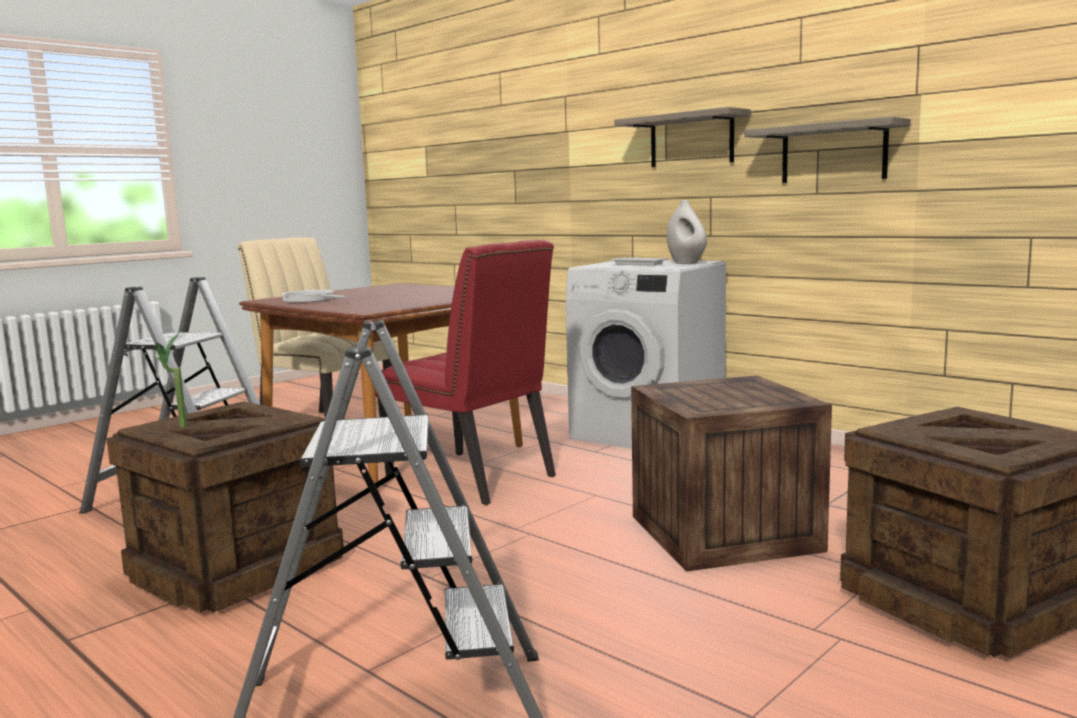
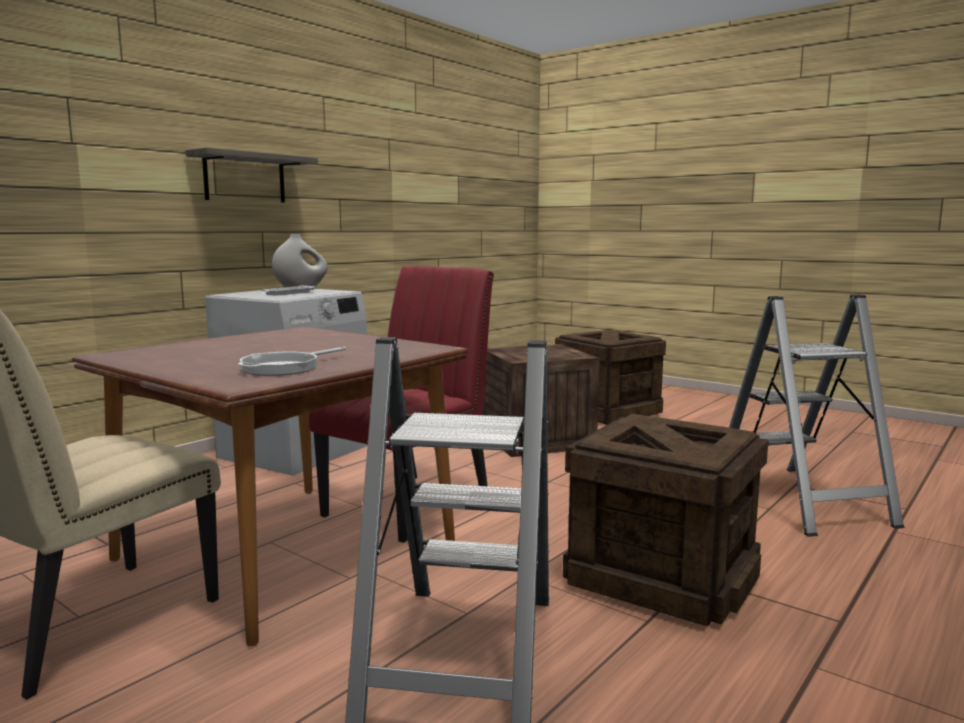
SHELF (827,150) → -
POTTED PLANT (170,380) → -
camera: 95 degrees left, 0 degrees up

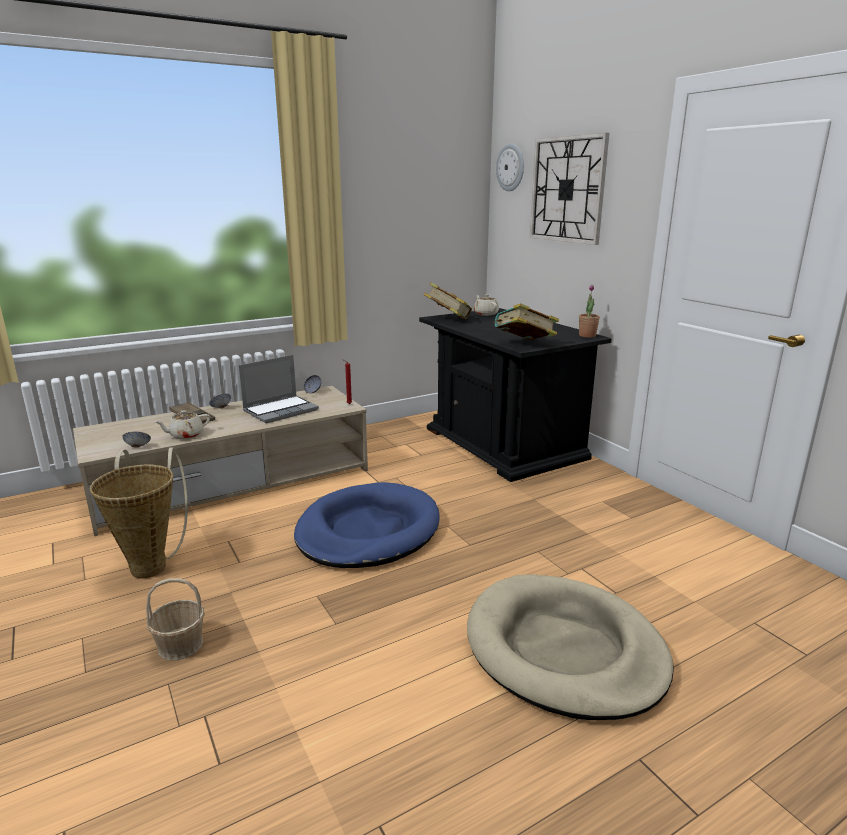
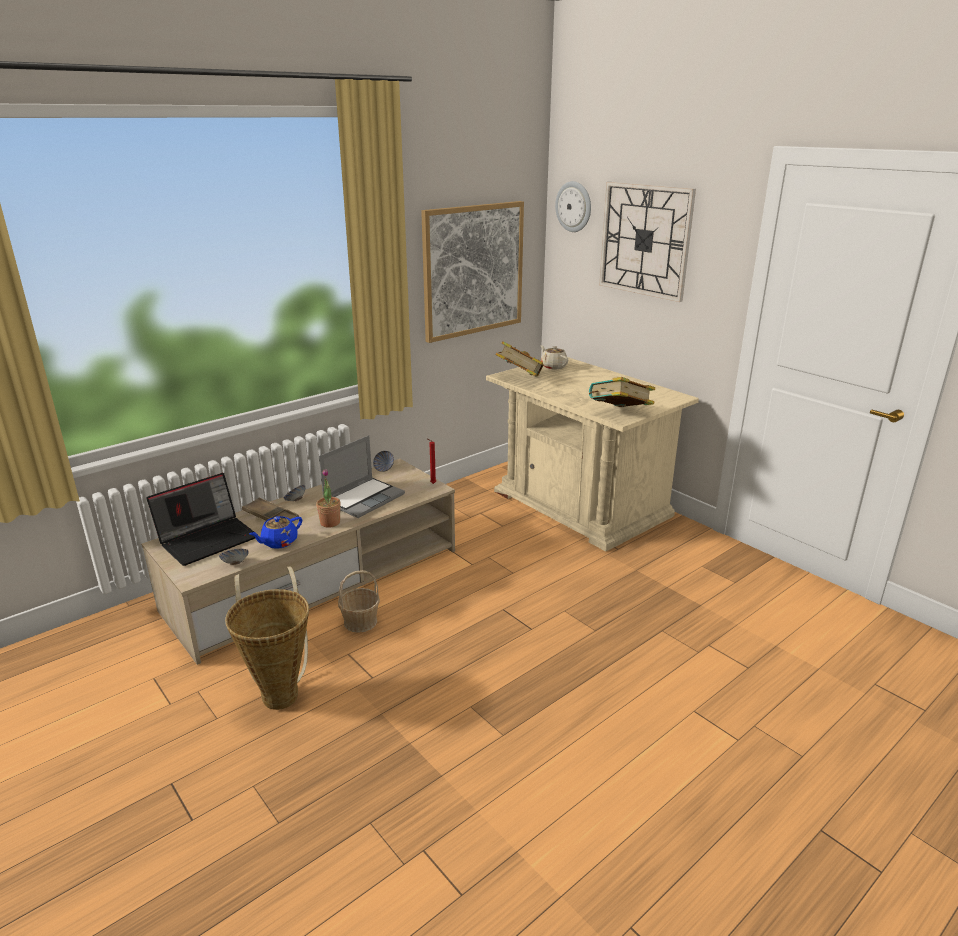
POTTED PLANT (589,311) → POTTED PLANT (328,498), move
BLACK CABINET (515,395) → BEIGE CABINET (592,454)
BEIGE TEAPOT (182,424) → BLUE TEAPOT (275,532)
BLUE DOG BED (366,525) → -
BEIGE DOG BED (570,647) → -
BASKET (175,619) → BASKET (359,601), move
- → PICTURE (472,272)
- → LAPTOP (200,519)
camera: 10 degrees left, 5 degrees up

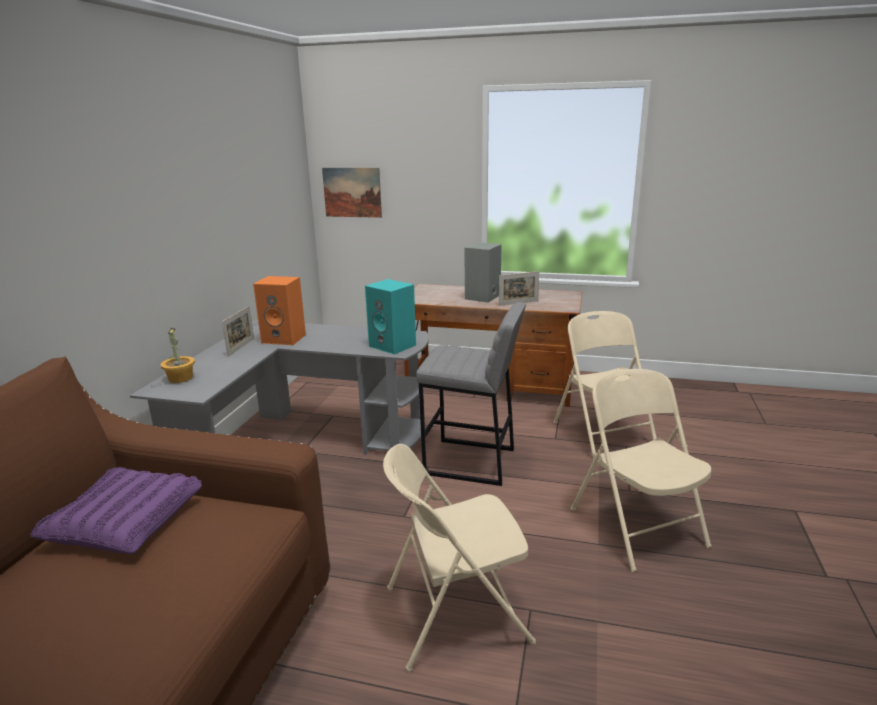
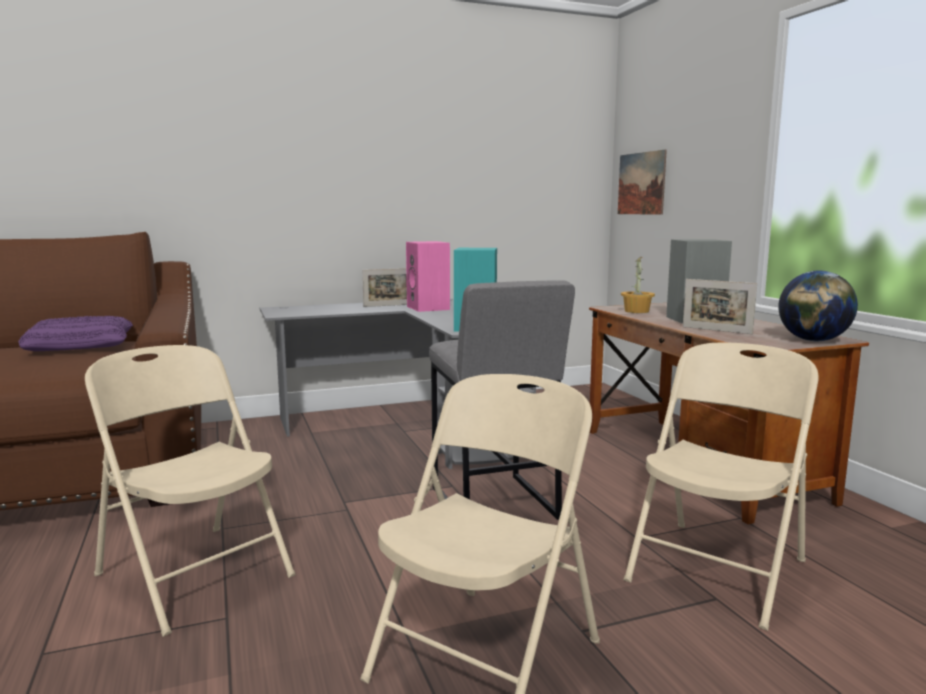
ORANGE SPEAKER (279,310) → PINK SPEAKER (428,276)
POTTED PLANT (178,355) → POTTED PLANT (638,285), move
- → GLOBE (818,306)
camera: 55 degrees right, 10 degrees down

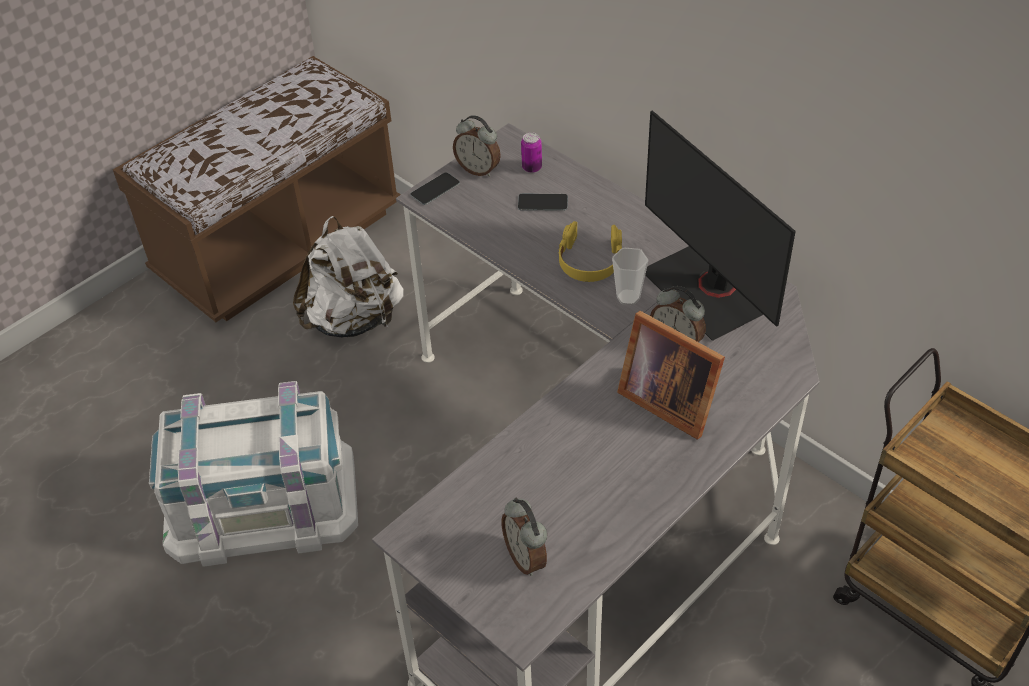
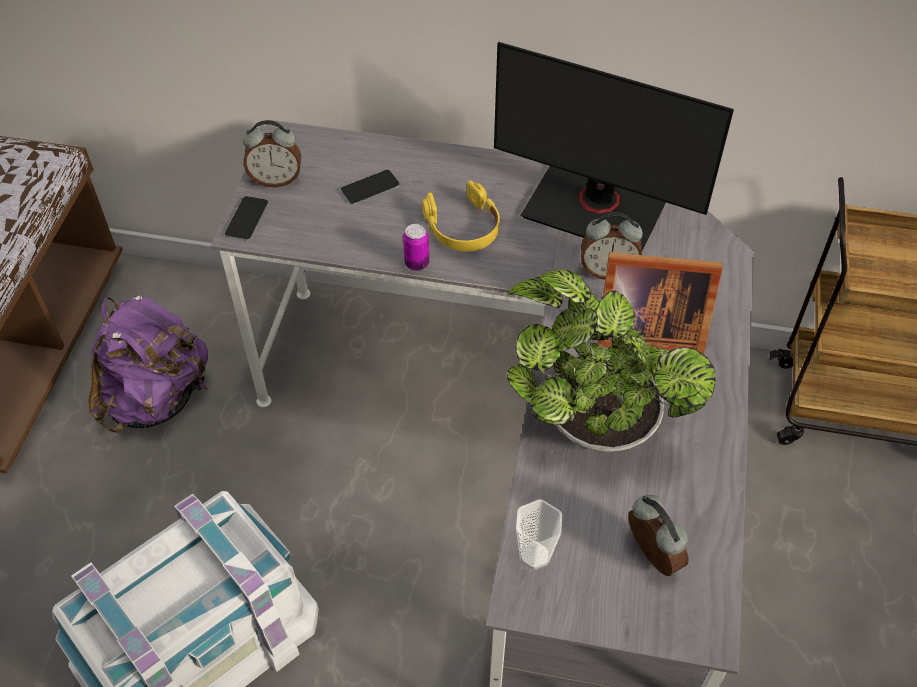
CAN (531,152) → CAN (416,247), move
WHITE BACKPACK (348,277) → PURPLE BACKPACK (148,364)
CUP (630,276) → CUP (539,534), move
ALARM CLOCK (524,537) → ALARM CLOCK (658,535), 150 degrees counterclockwise
- → POTTED PLANT (610,361)
camera: 35 degrees left, 5 degrees up

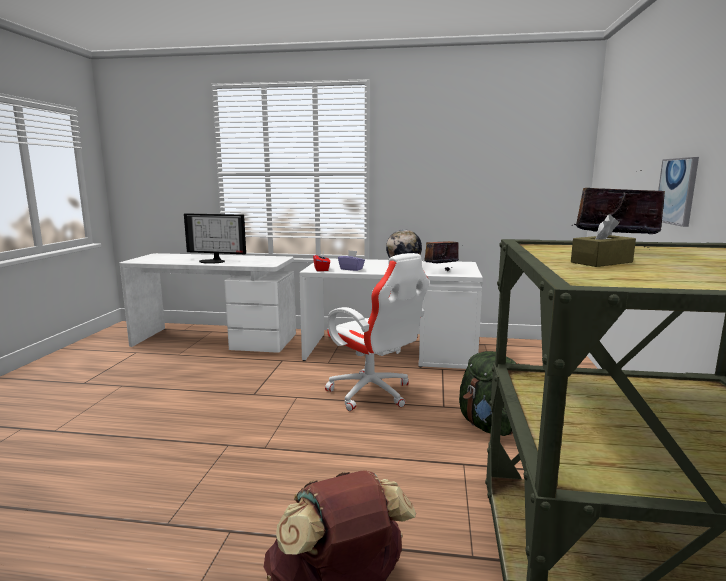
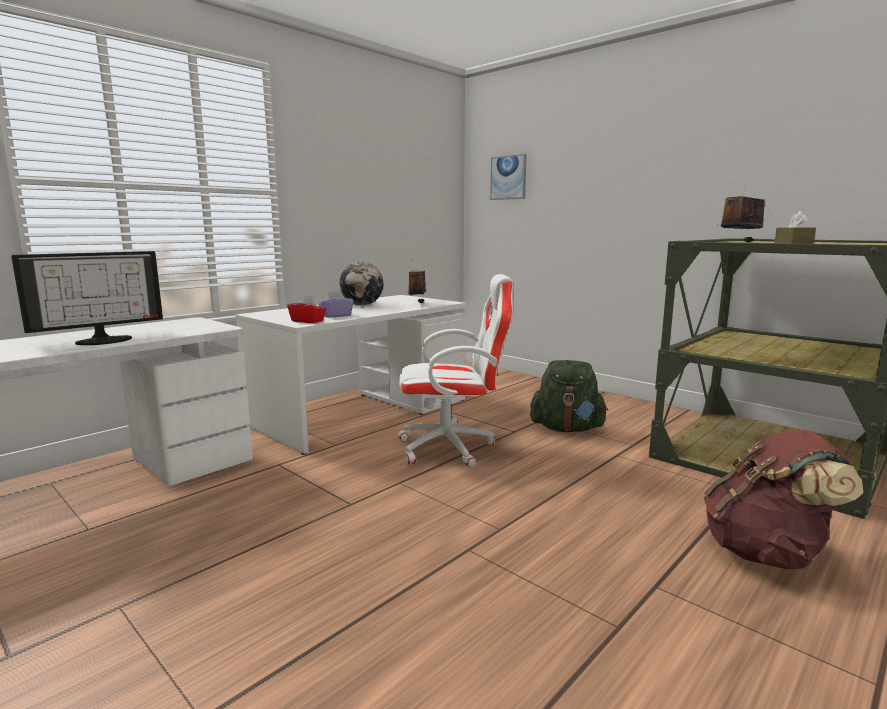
PICTURE (678,192) → PICTURE (508,177), move
camera: 55 degrees left, 0 degrees up

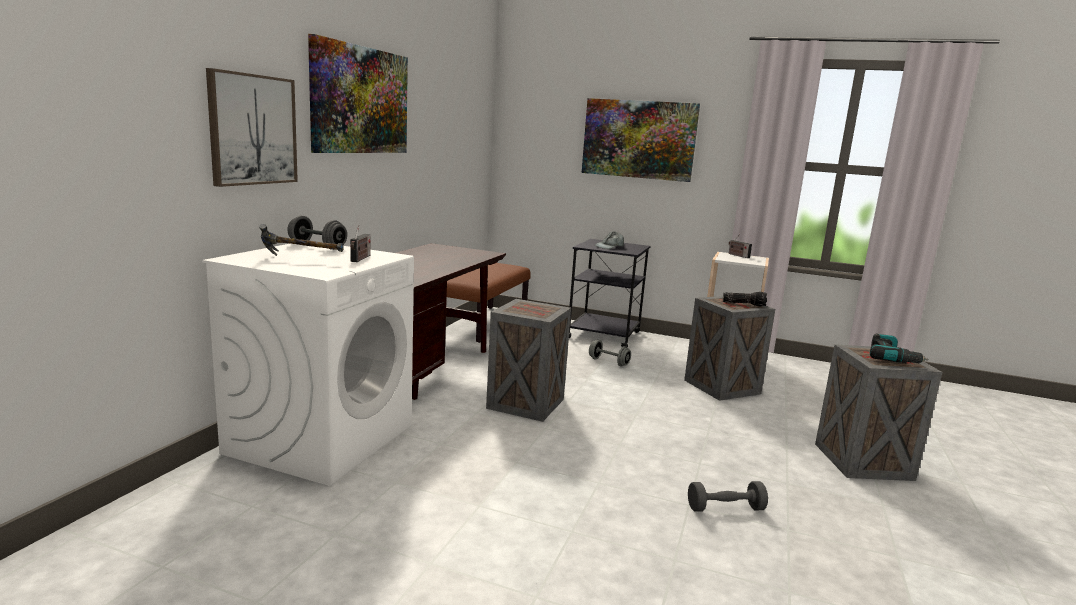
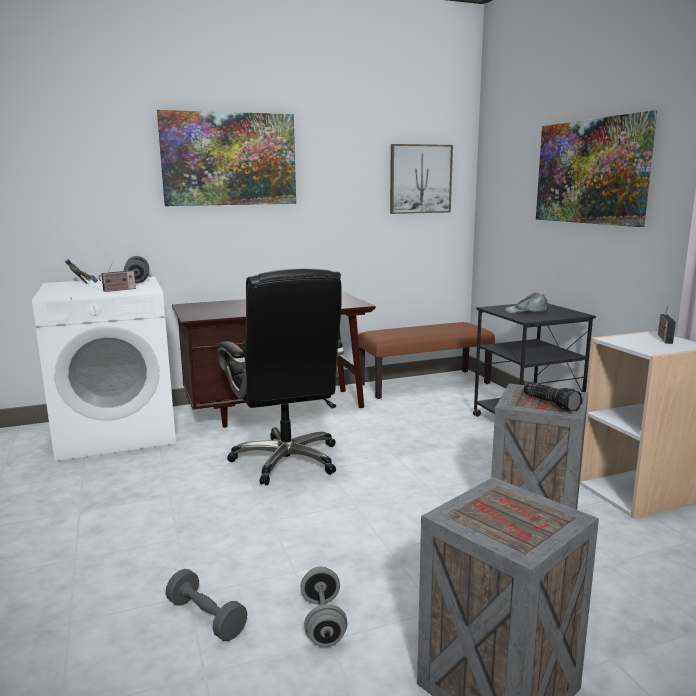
PICTURE (252,127) → PICTURE (421,179), move
CRATE (528,360) → BLACK OFFICE CHAIR (280,376)
POWER DRILL (899,348) → -
GREY DUMBBELL (610,353) → GREY DUMBBELL (324,606), move
camera: 50 degrees right, 0 degrees up

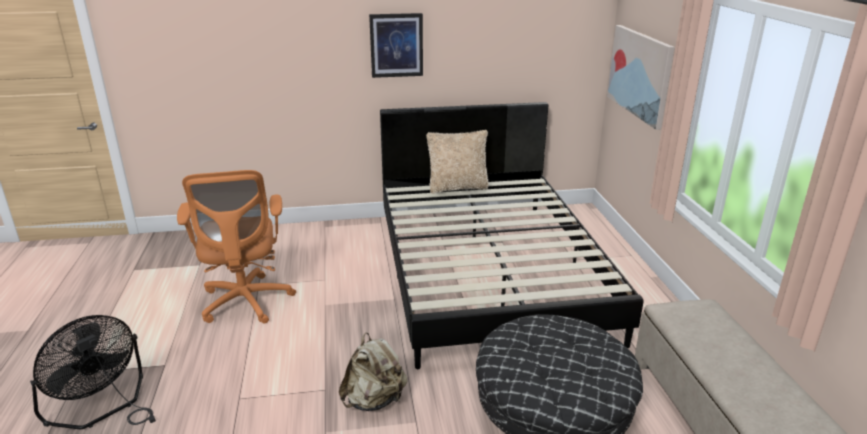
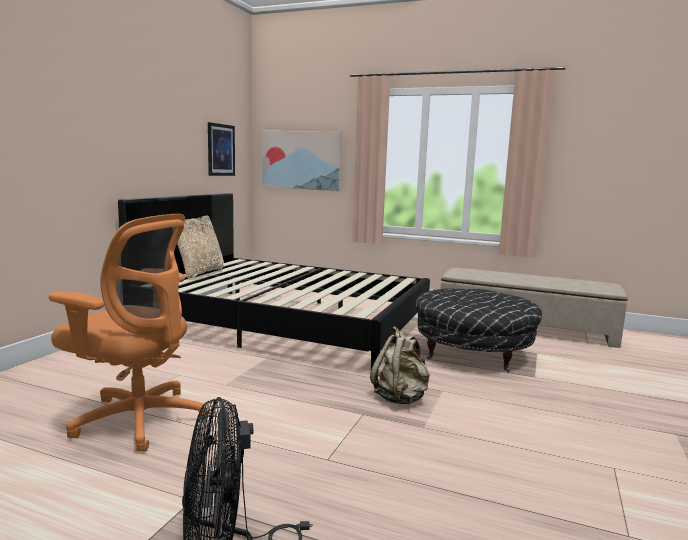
PICTURE (396,45) → PICTURE (221,149), move
camera: 60 degrees left, 15 degrees down

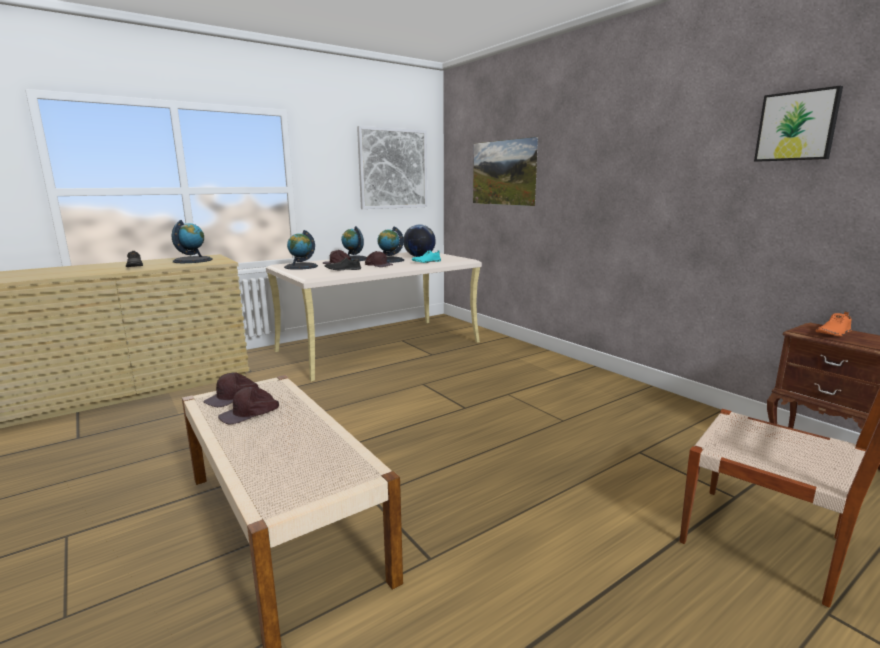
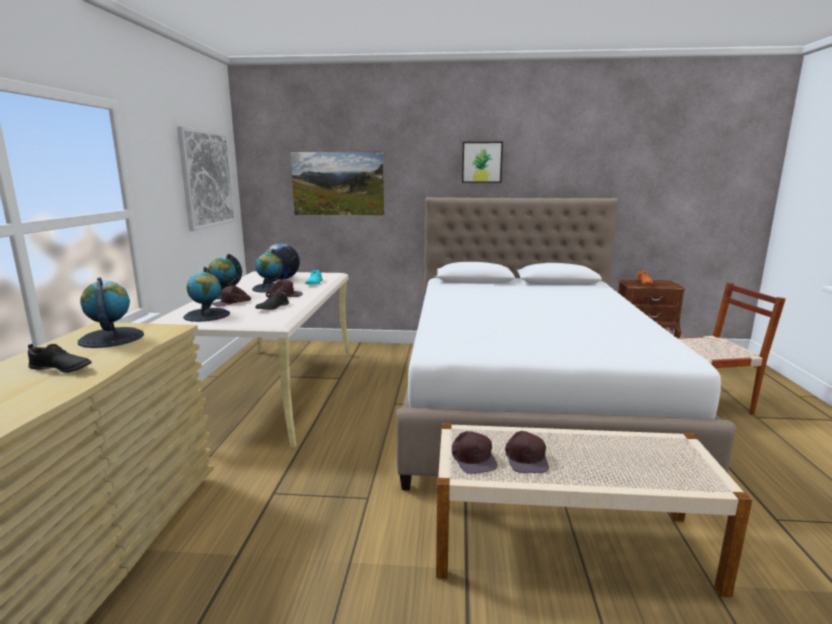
PICTURE (798,124) → PICTURE (482,162), move
- → WHITE BED (566,344)
camera: 50 degrees left, 0 degrees up

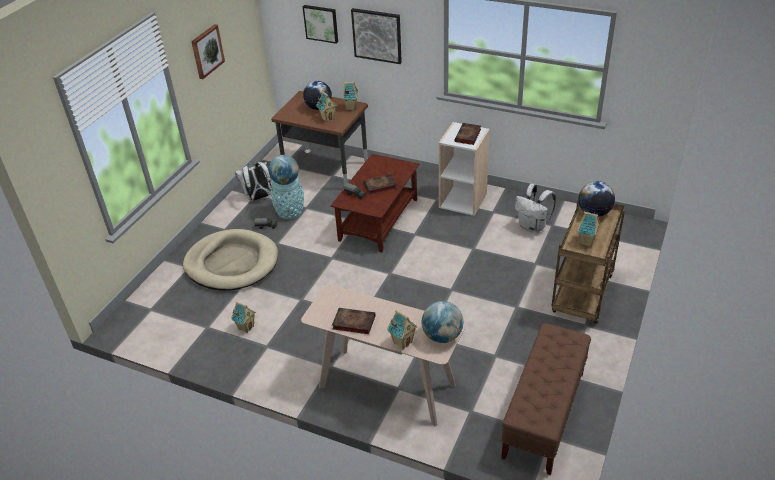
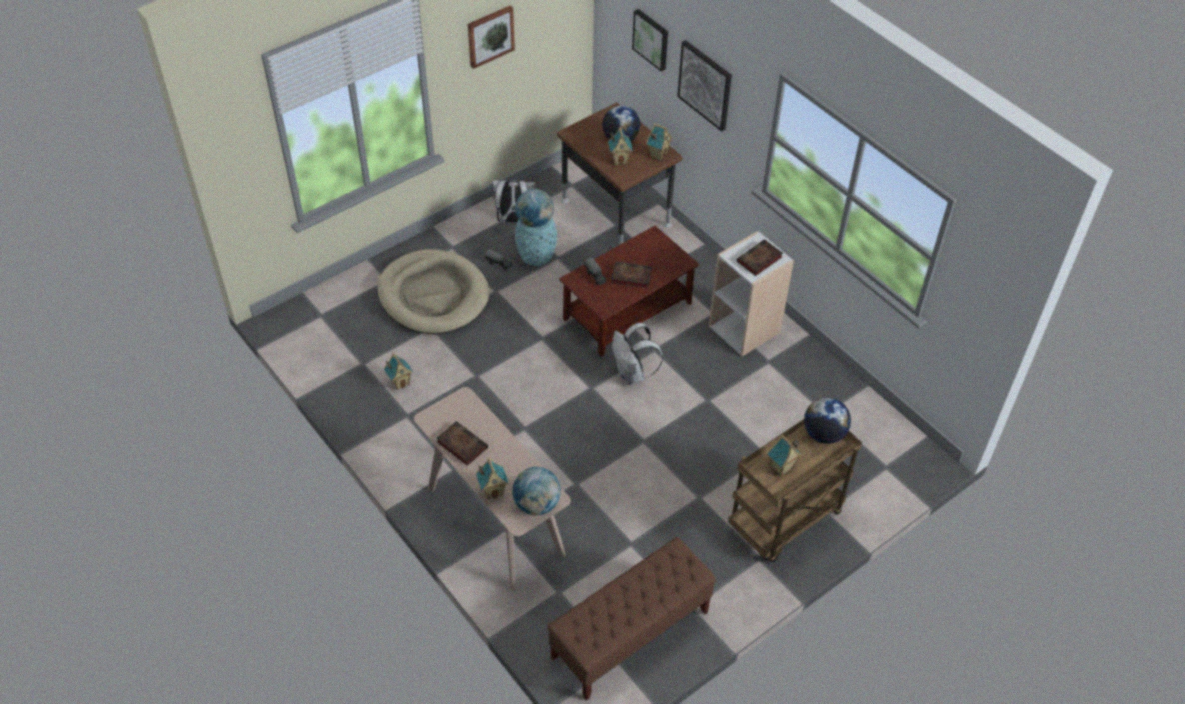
WHITE BACKPACK (535,208) → WHITE BACKPACK (637,354), move
camera: 25 degrees right, 10 degrees up

